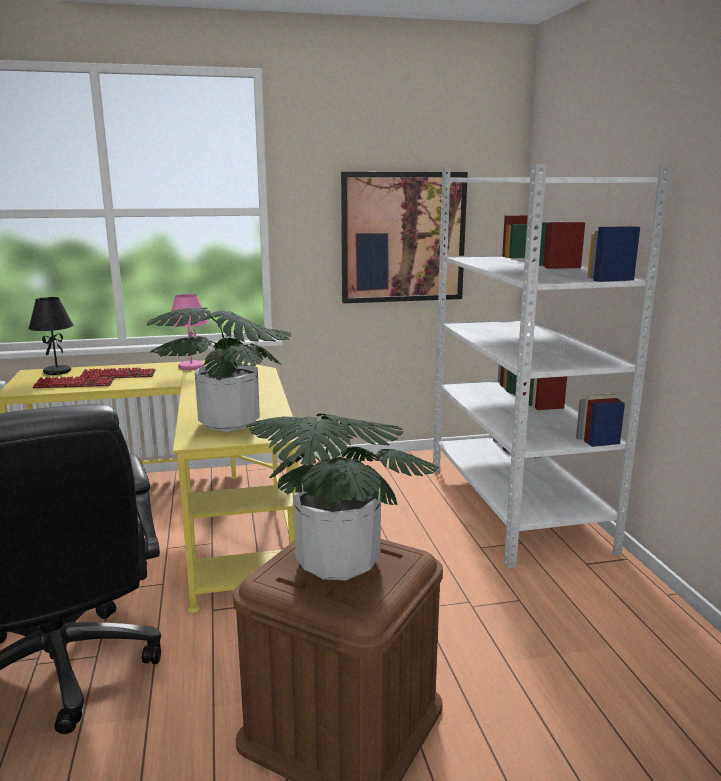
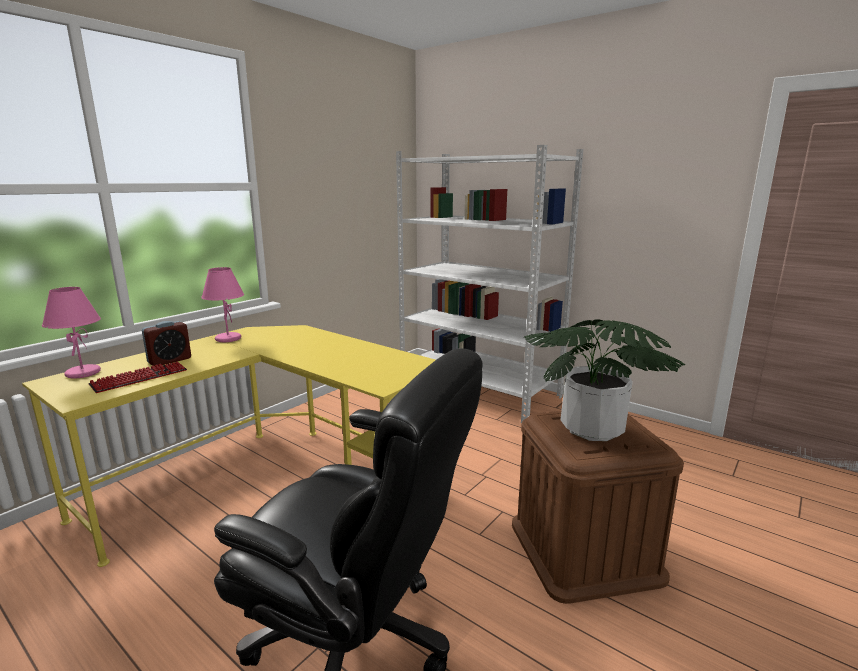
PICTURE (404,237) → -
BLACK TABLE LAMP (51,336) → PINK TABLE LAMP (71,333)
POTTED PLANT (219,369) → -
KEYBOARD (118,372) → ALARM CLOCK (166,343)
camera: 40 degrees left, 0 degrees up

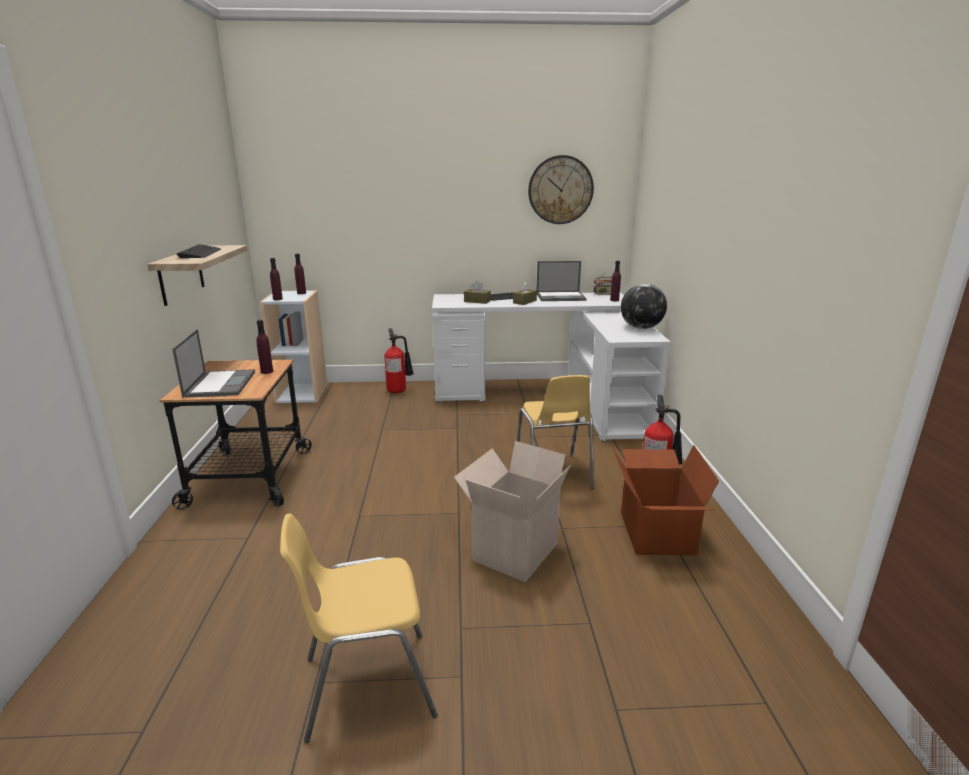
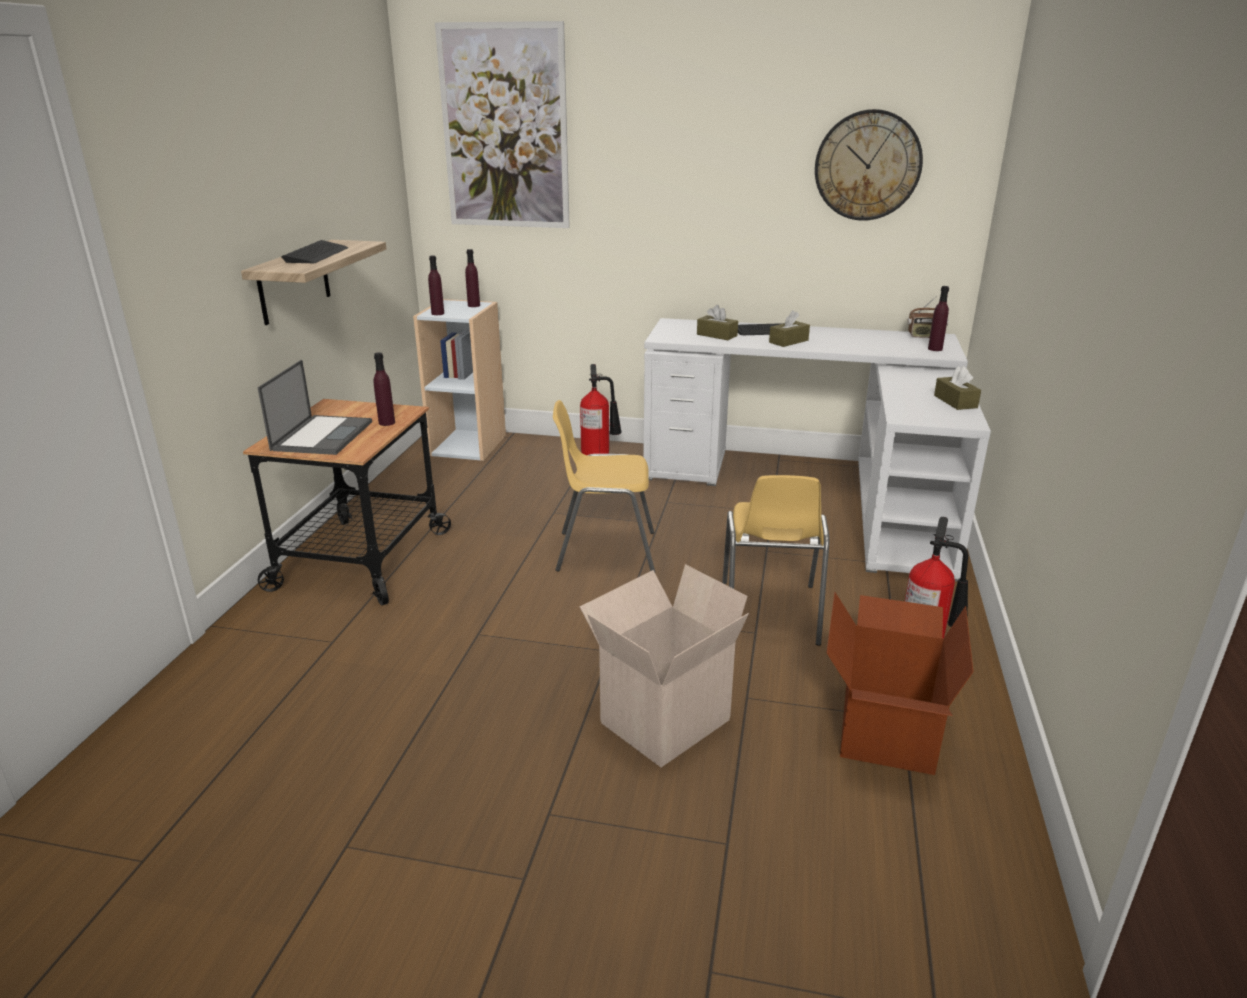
LAPTOP (562,281) → -
GLOBE (644,306) → BROWN TISSUE BOX (957,388)
YELLOW CHAIR (359,628) → YELLOW CHAIR (604,486), move
- → PICTURE (502,124)
camera: 15 degrees right, 5 degrees up

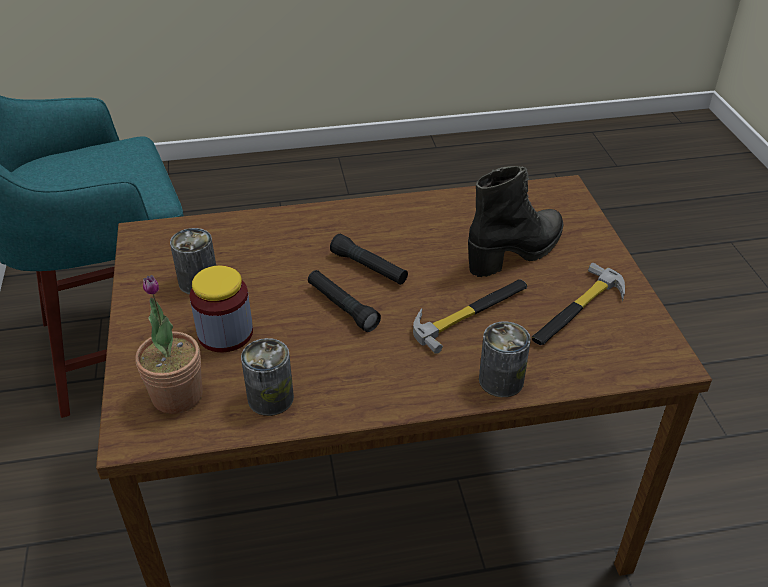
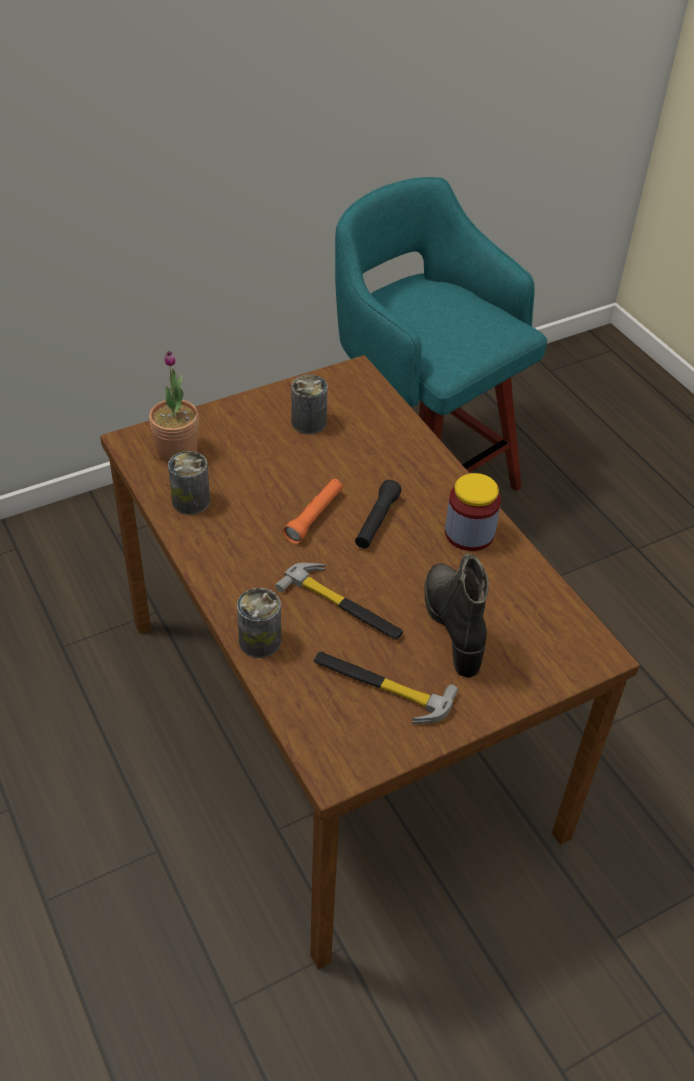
BLACK BOOT (516,221) → BLACK BOOT (456,615), 135 degrees counterclockwise
JAR (221,308) → JAR (473,512), move
BLACK FLASHLIGHT (344,301) → ORANGE FLASHLIGHT (313,511)
camera: 70 degrees right, 5 degrees up

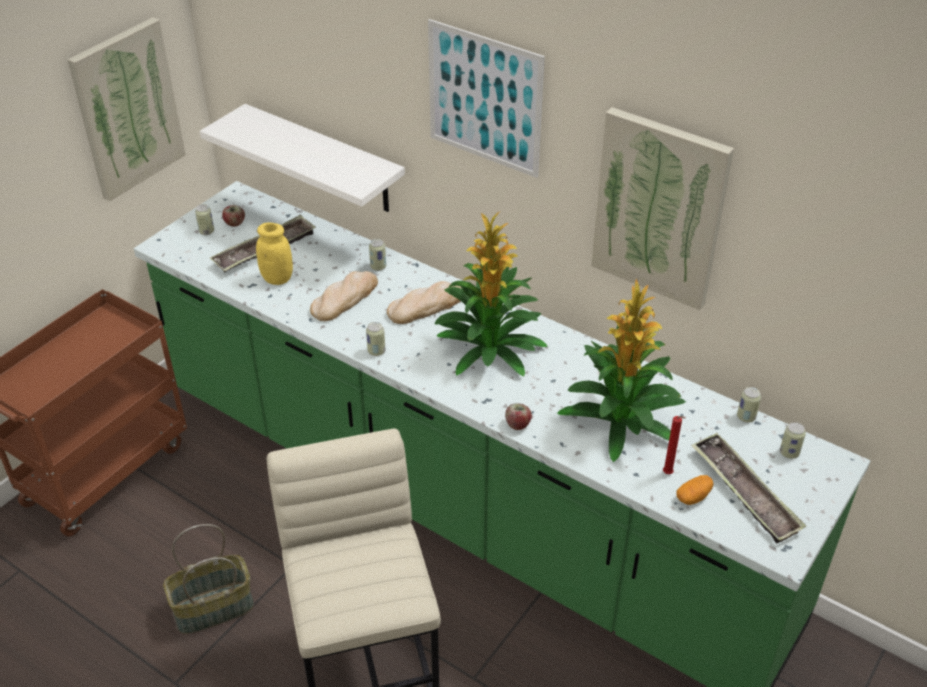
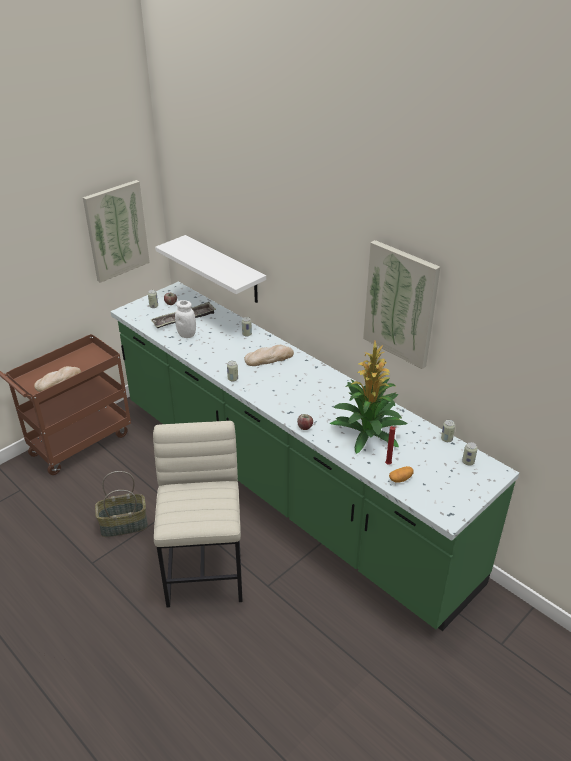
PICTURE (486,98) → -
POTTED PLANT (491,294) → -
YELLOW JAR (274,254) → WHITE JAR (185,319)
BREAD (344,296) → BREAD (57,379), move
TRAY (748,488) → -
camera: 10 degrees right, 5 degrees down

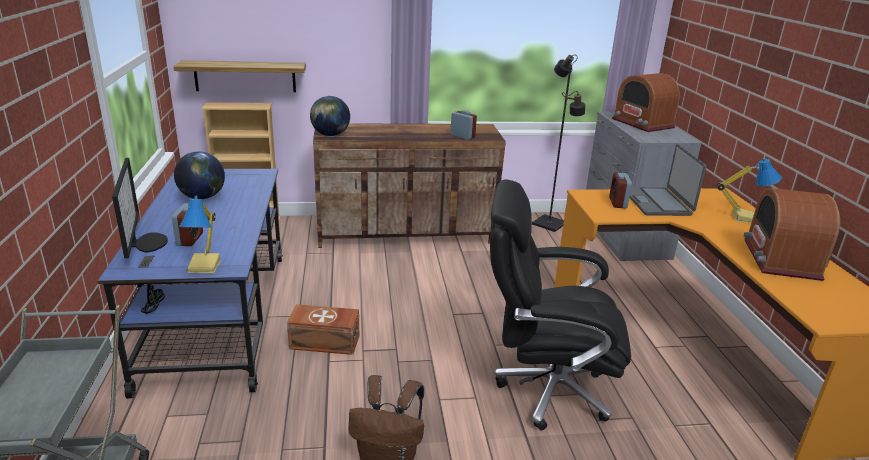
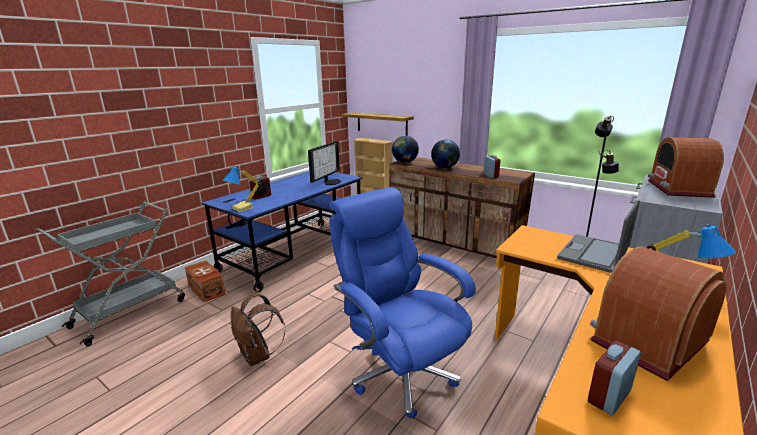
GLOBE (199,175) → GLOBE (445,153), move
MONITOR (140,208) → MONITOR (324,163), move
ALARM CLOCK (620,190) → ALARM CLOCK (614,378), move
BLACK OFFICE CHAIR (560,304) → BLUE OFFICE CHAIR (403,303)
BROWN STORAGE BOX (323,329) → BROWN STORAGE BOX (205,282), move
camera: 45 degrees right, 5 degrees down

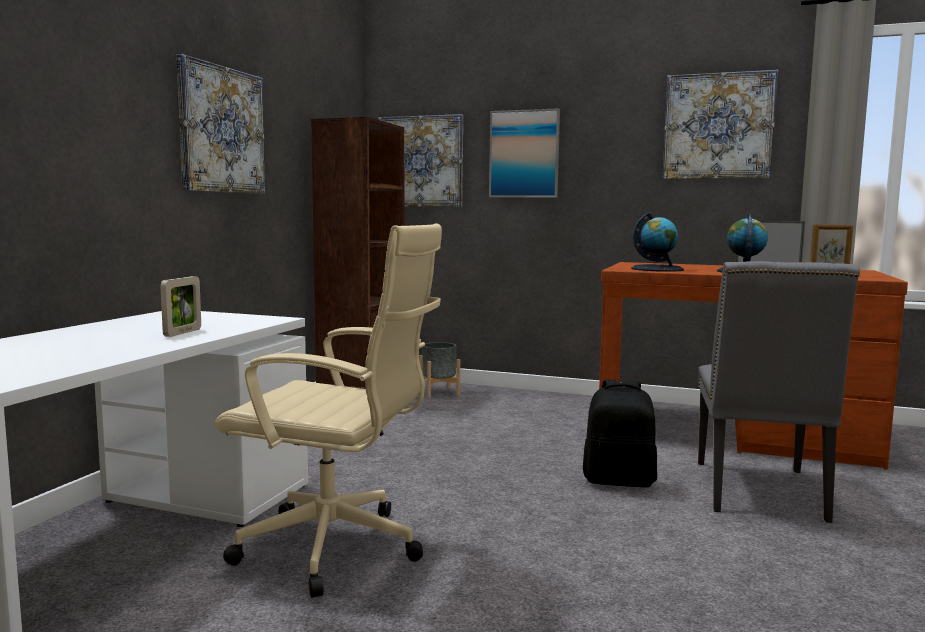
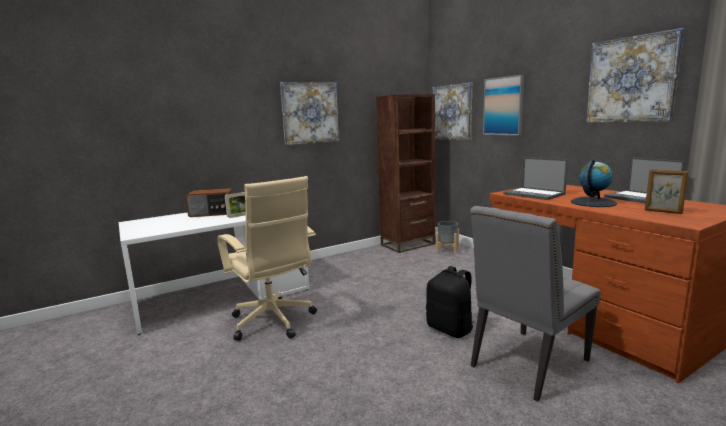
GLOBE (657,242) → LAPTOP (535,178)
- → RADIO (209,202)
camera: 40 degrees right, 5 degrees up

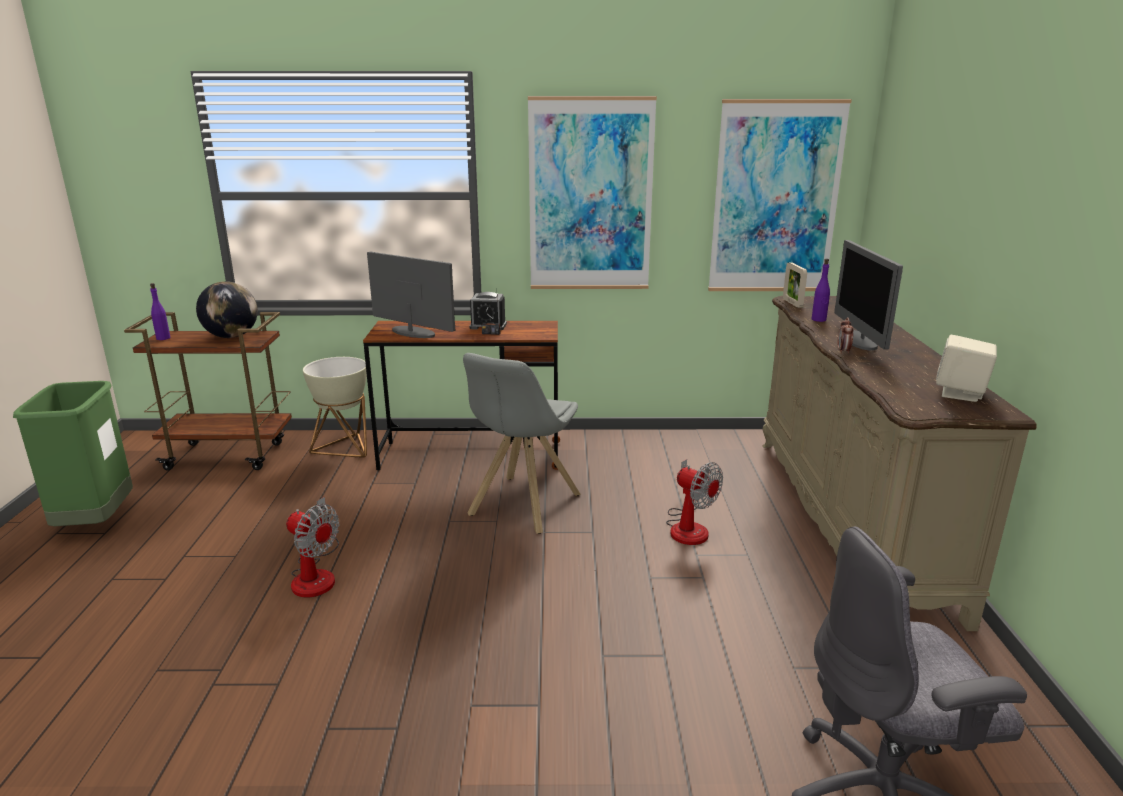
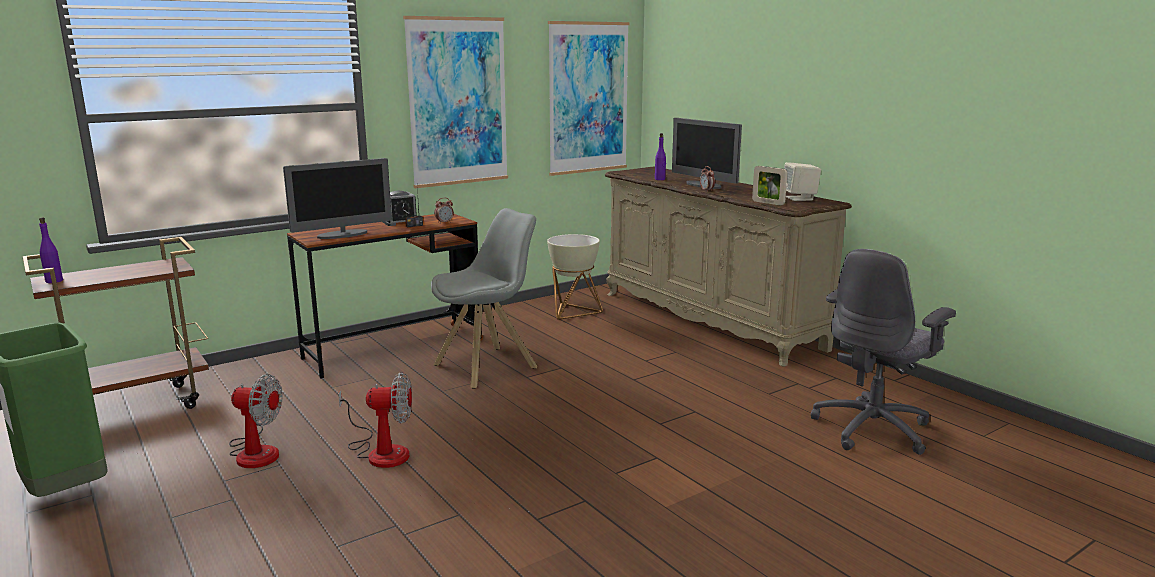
MONITOR (411,294) → MONITOR (337,198), 150 degrees clockwise
PICTURE FRAME (795,285) → PICTURE FRAME (769,185), move
GLOBE (227,309) → -
GREY CHAIR (522,443) → GREY CHAIR (484,298), 120 degrees counterclockwise
PLANTER (335,407) → PLANTER (575,277), move
FAN (694,502) → FAN (256,421), move
- → ALARM CLOCK (444,211)
camera: 35 degrees left, 5 degrees down

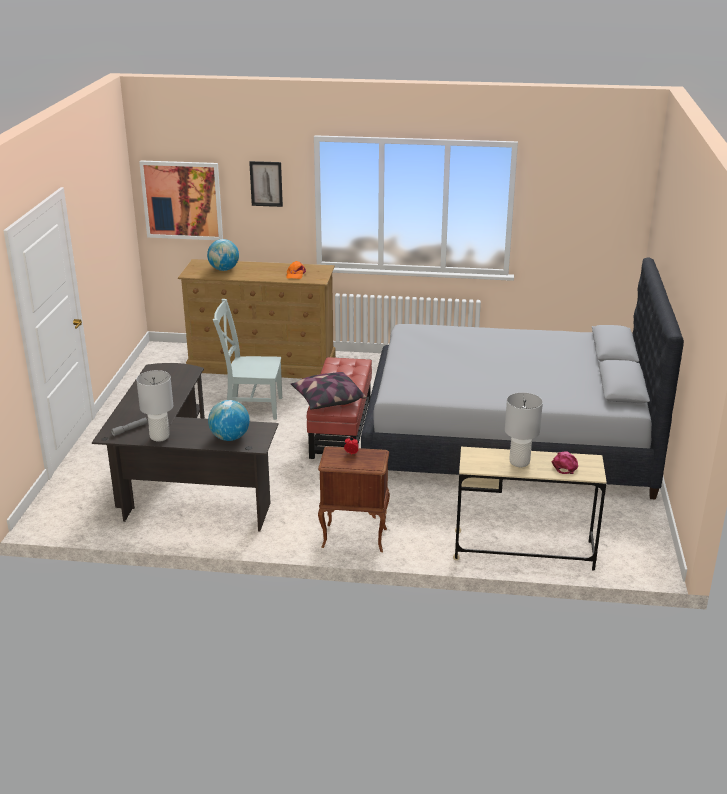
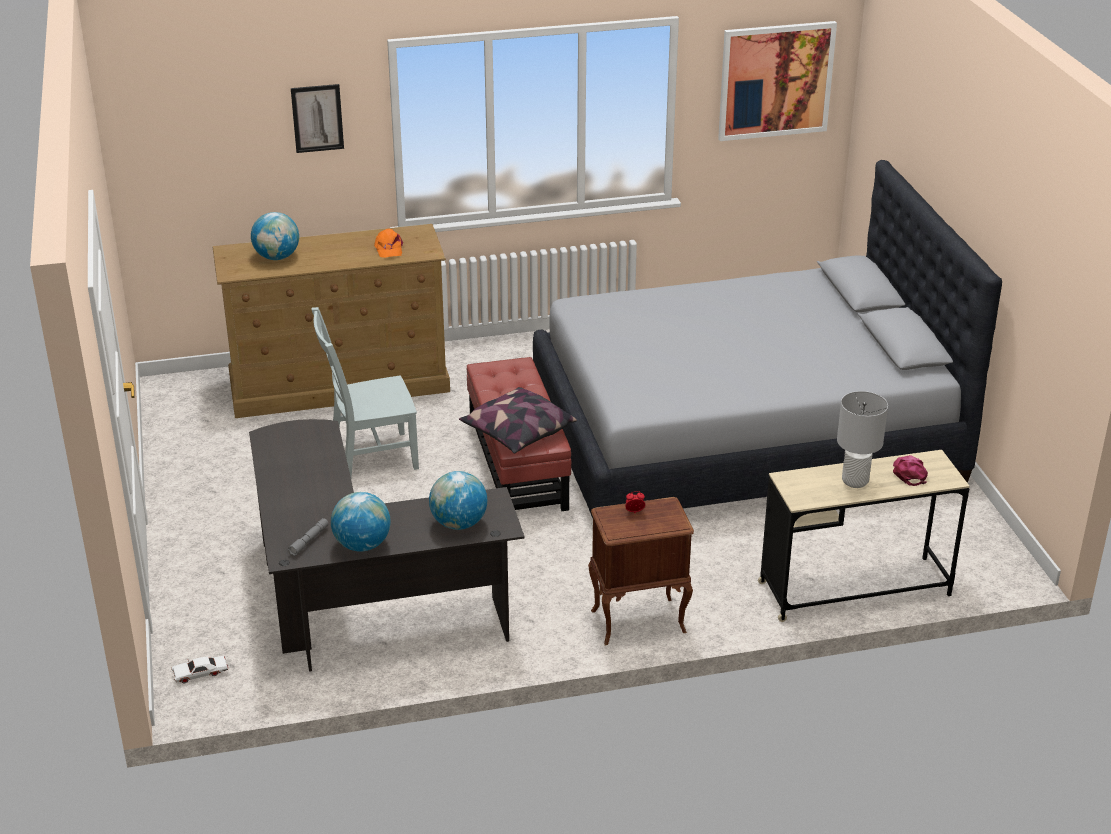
PICTURE (181,200) → PICTURE (777,81), move
GREY TABLE LAMP (154,406) → GLOBE (361,522)
- → WHITE TOY CAR (199,669)
camera: 20 degrees left, 5 degrees up

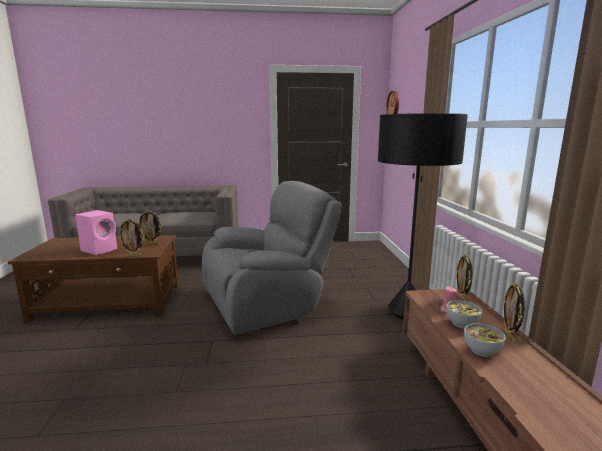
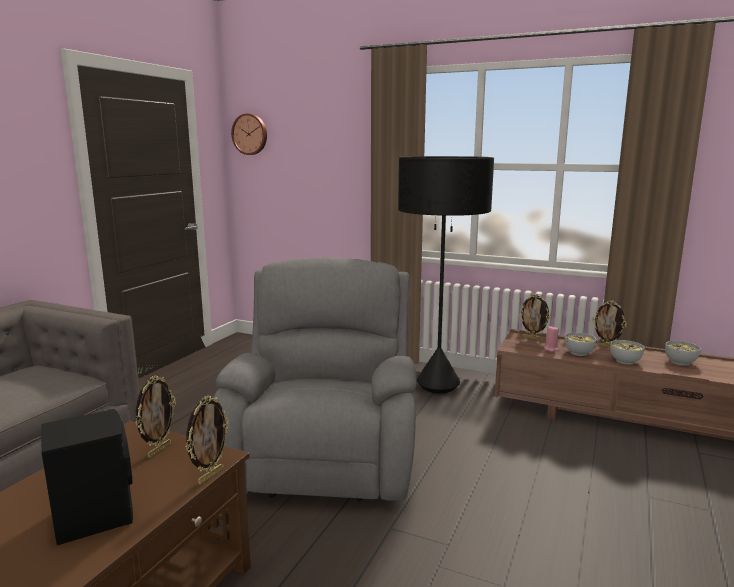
PINK SPEAKER (96,232) → BLACK SPEAKER (87,477)
- → BOWL (683,353)
camera: 60 degrees left, 0 degrees up

